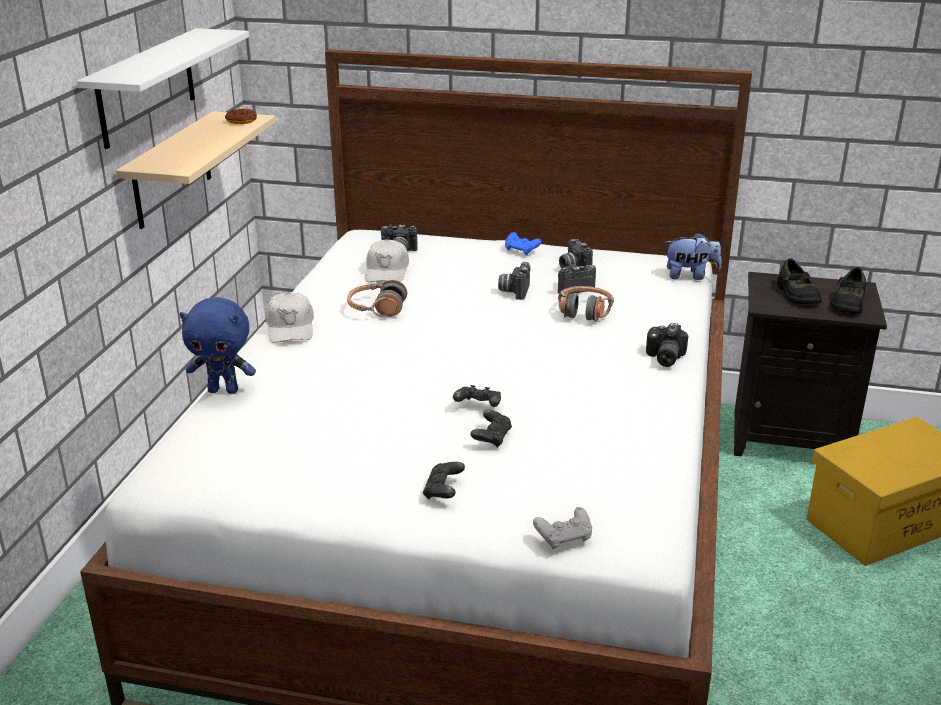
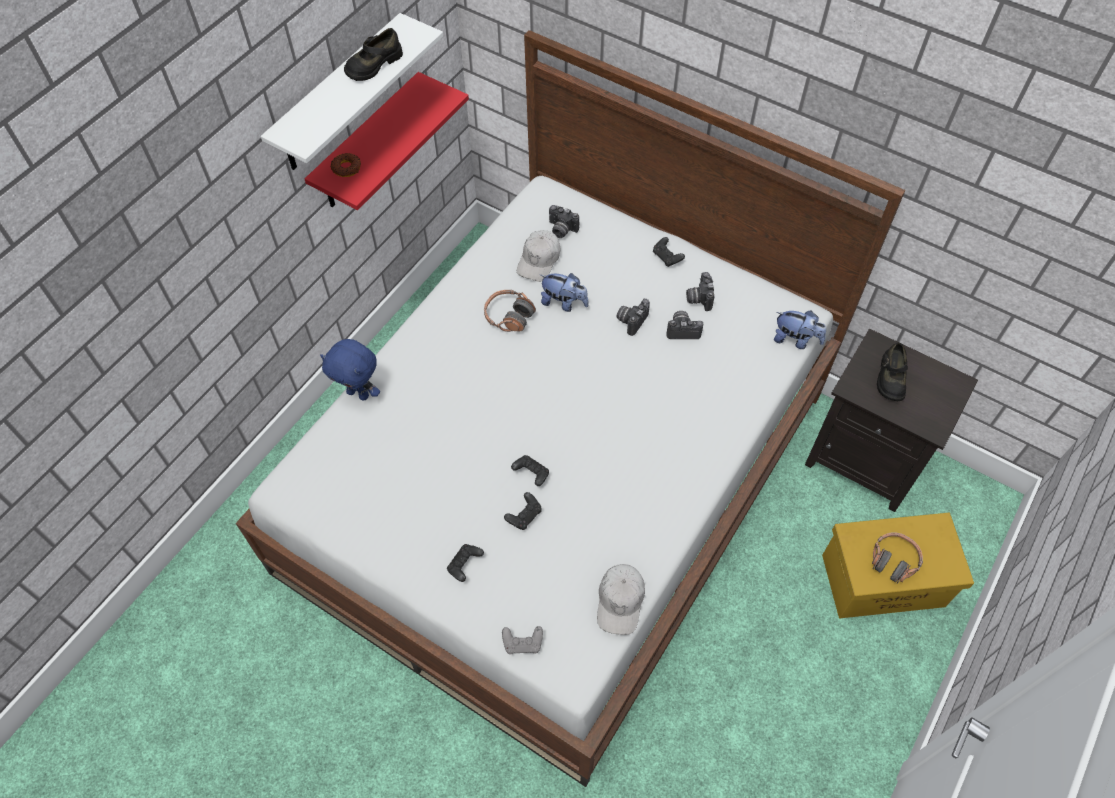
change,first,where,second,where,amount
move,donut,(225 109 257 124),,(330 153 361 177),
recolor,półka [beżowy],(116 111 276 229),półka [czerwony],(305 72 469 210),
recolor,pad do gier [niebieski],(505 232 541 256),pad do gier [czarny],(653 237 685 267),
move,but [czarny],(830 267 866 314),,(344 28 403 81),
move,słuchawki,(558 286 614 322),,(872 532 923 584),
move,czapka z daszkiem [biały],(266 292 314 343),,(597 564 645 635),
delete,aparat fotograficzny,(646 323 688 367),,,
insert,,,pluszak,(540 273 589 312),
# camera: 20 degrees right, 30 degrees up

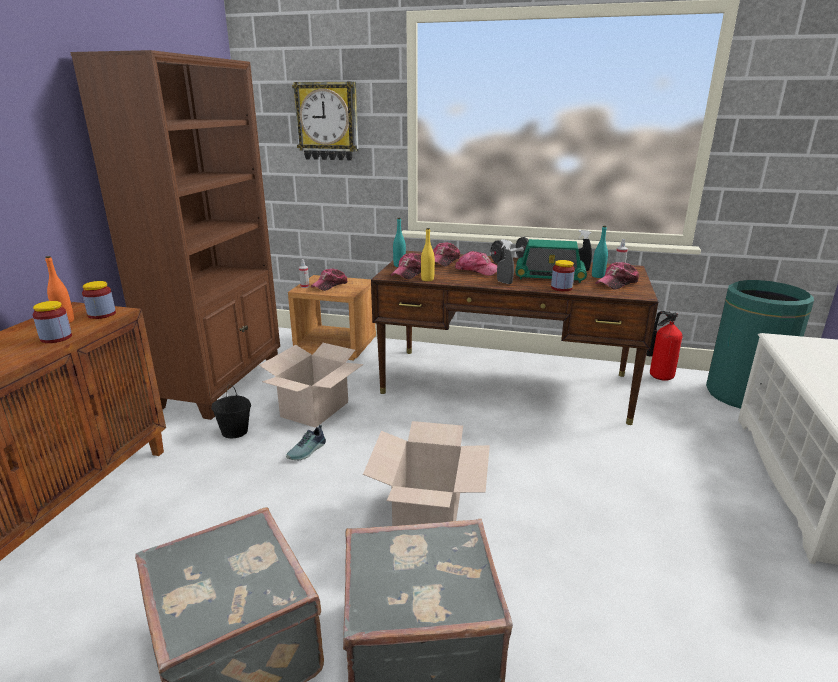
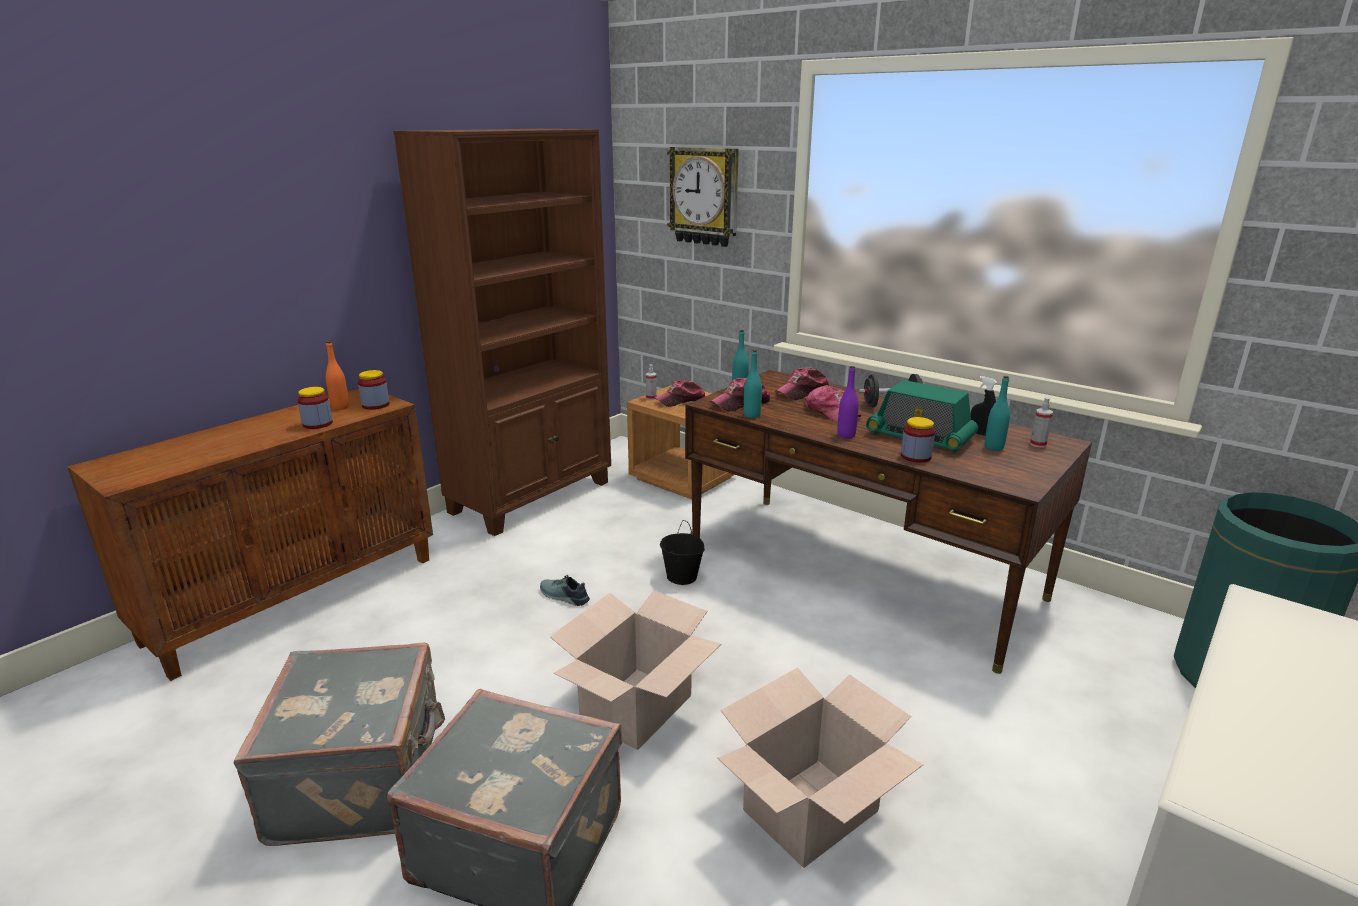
change,first,where,second,where,amount
recolor,butelka [żółty],(421 228 435 281),butelka [turkusowy],(744 350 762 418),
replace,spryskiwacz [szary],(497 239 514 284),butelka [fioletowy],(837 366 859 438),
delete,czapka z daszkiem,(595 262 639 290),,,
delete,gaśnica,(646 311 683 381),,,
move,karton,(259 343 364 428),,(717 667 923 868),
move,wiadro [czarny],(211 385 251 438),,(660 520 705 585),
rotate,but,(286 425 326 460),,(540 575 590 606),60 degrees clockwise
# camera: 25 degrees right, 0 degrees up

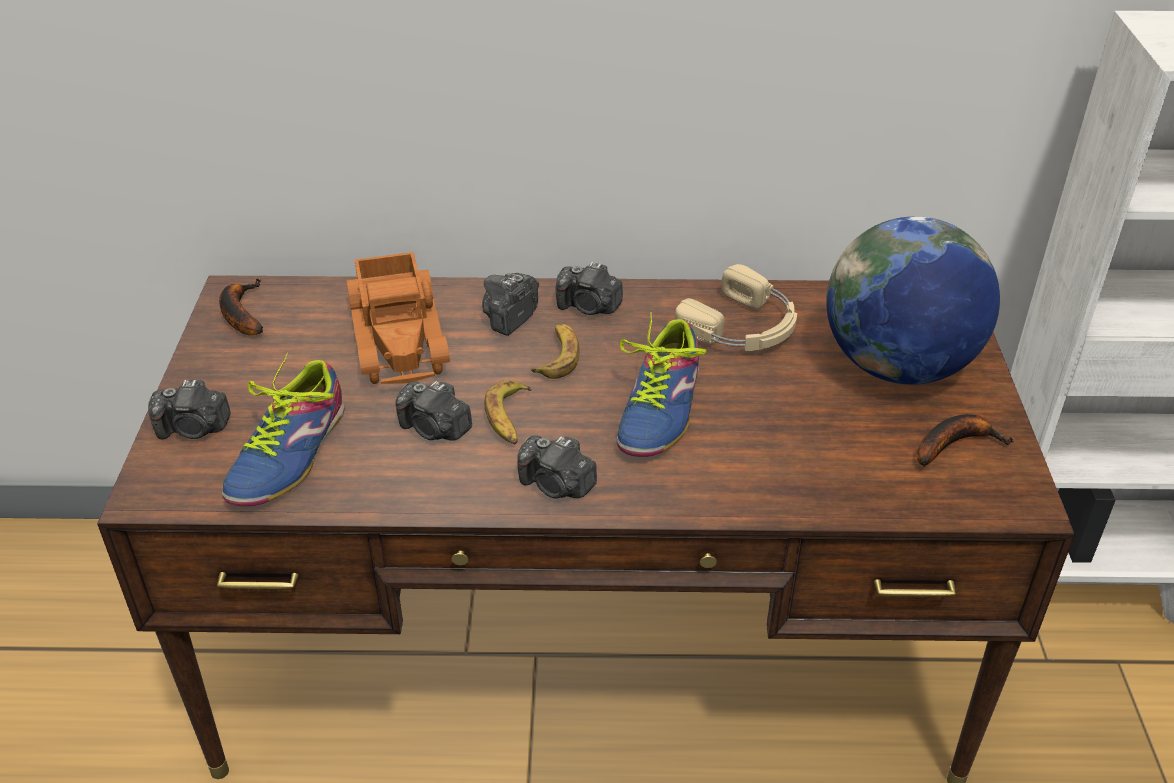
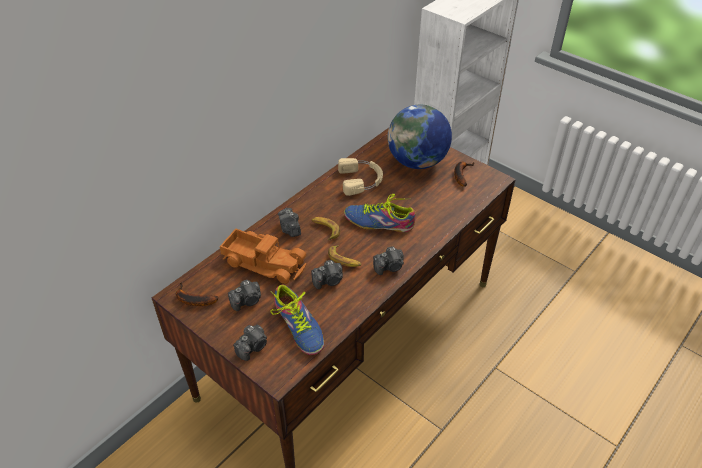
change,first,where,second,where,amount
move,aparat fotograficzny,(556 262 623 315),,(228 280 261 311),
rotate,but,(617 313 707 457),,(344 194 416 232),135 degrees clockwise
# camera: 50 degrees left, 5 degrees up

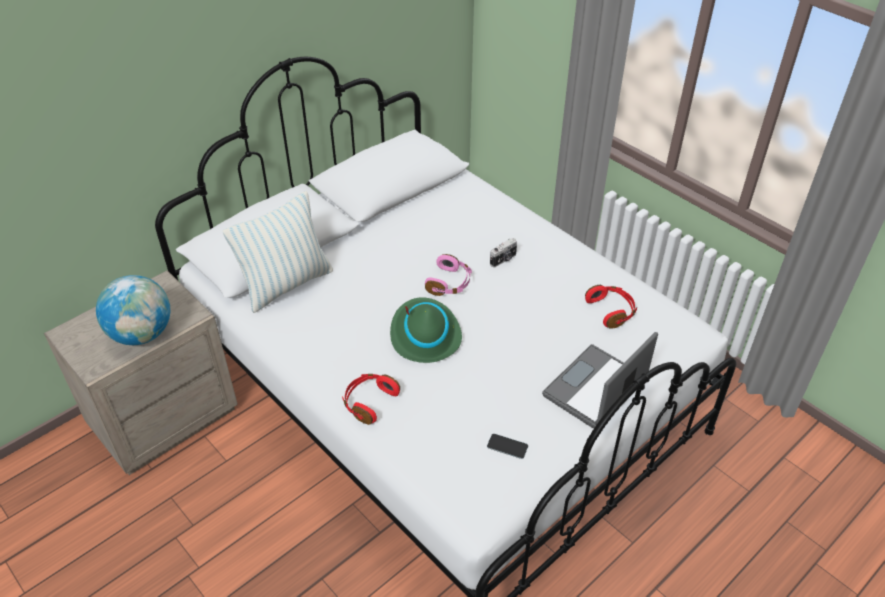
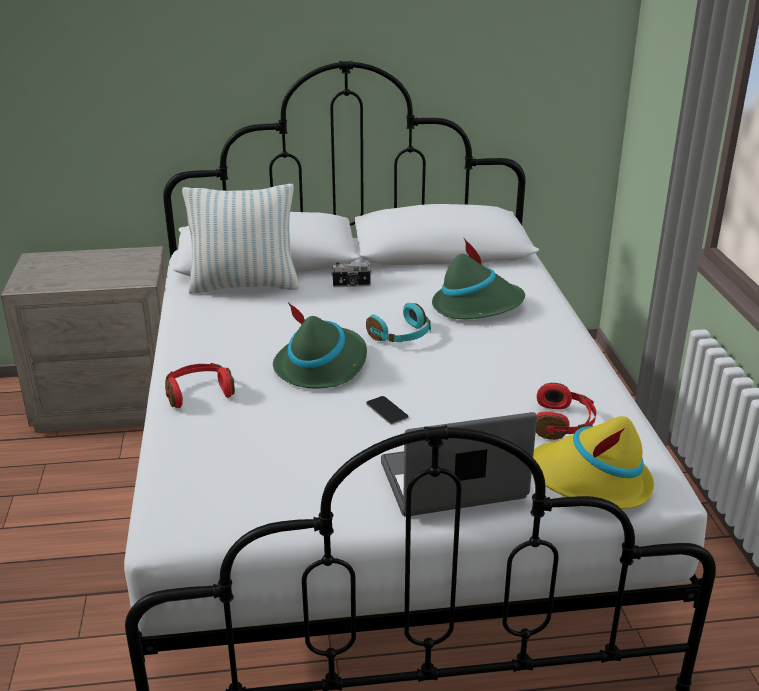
change,first,where,second,where,amount
move,aparat fotograficzny,(490 238 517 268),,(331 262 372 287),
recolor,słuchawki [różowy],(425 254 472 296),słuchawki [turkusowy],(366 303 431 342),
delete,globus,(96 275 170 345),,,
move,telefon,(487 434 528 459),,(366 396 409 424),
insert,,,kapelusz [zielony],(432 237 525 319),
insert,,,kapelusz [żółty],(533 416 654 509),
# camera: 35 degrees right, 15 degrees down

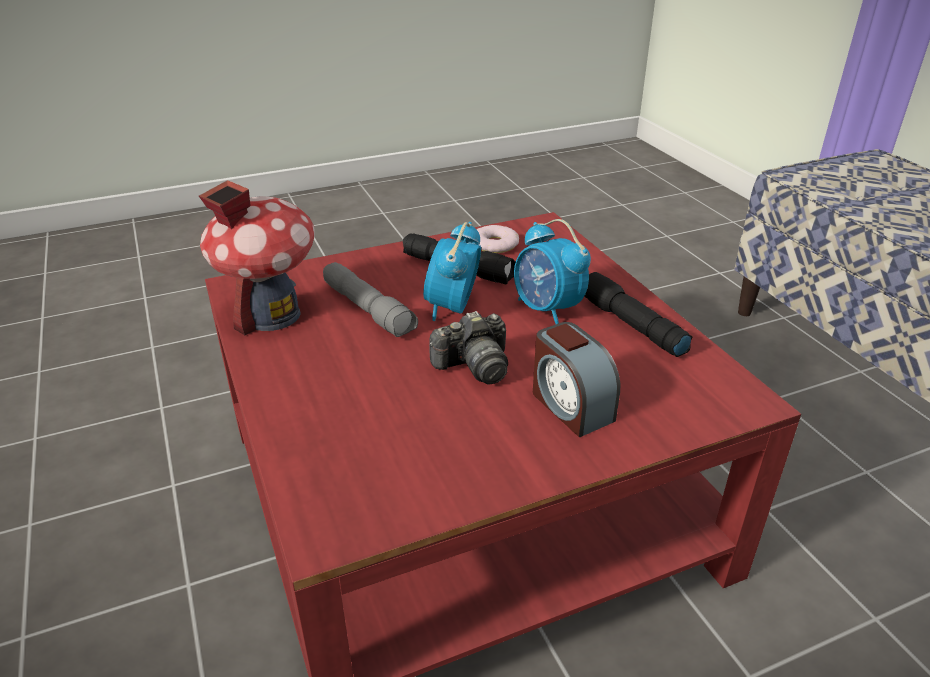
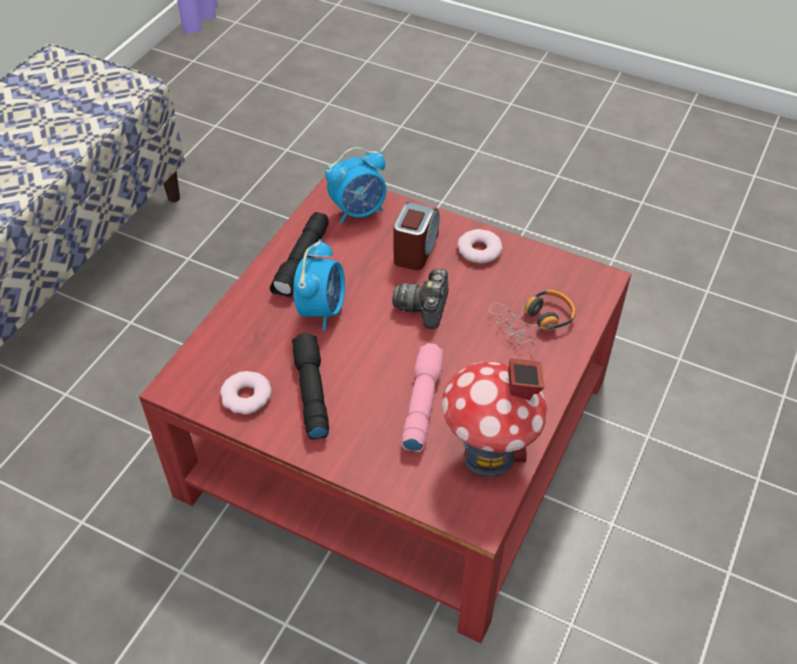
change,first,where,second,where,amount
move,budzik,(423 222 481 321),,(325 147 386 224),
recolor,latarka [szary],(323 262 418 337),latarka [różowy],(402 343 444 452),
rotate,aparat fotograficzny,(429 311 508 385),,(392 269 448 329),105 degrees counterclockwise
insert,,,donut,(457 229 503 264),
insert,,,słuchawki,(489 290 576 348),
# camera: 130 degrees left, 15 degrees up

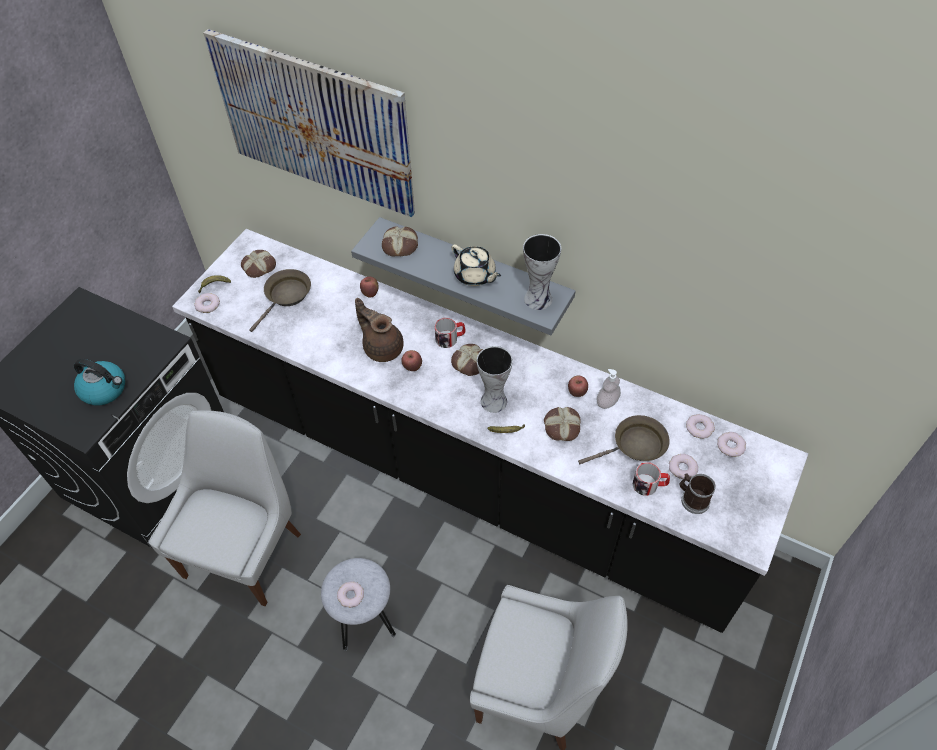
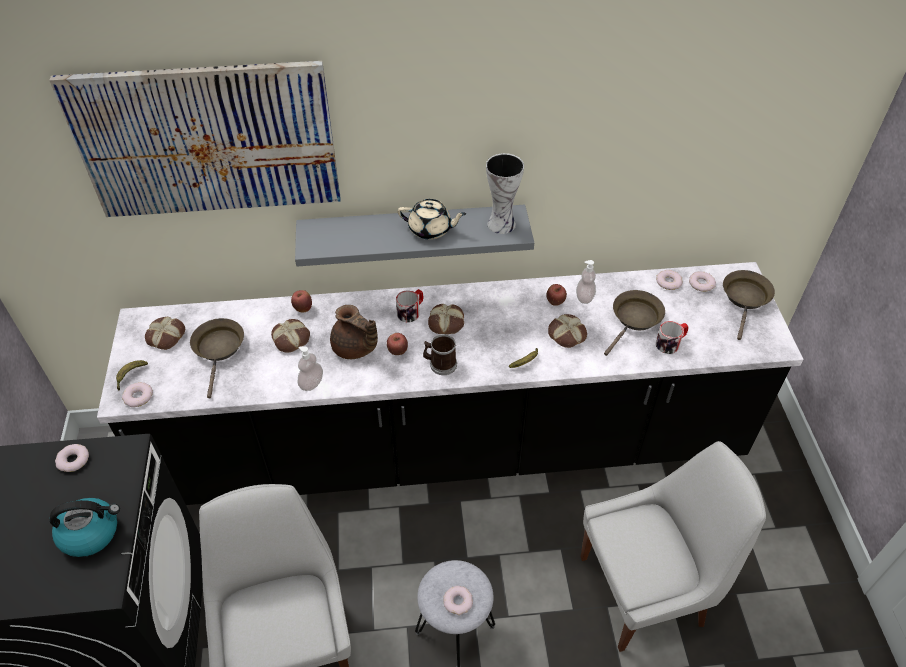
change,first,where,second,where,amount
move,chleb,(382 226 418 256),,(271 319 310 352),
rotate,imbryk [brązowy],(355 298 404 362),,(330 305 378 359),150 degrees counterclockwise
delete,wazon,(477 346 513 413),,,
move,donut,(669 454 698 479),,(55 444 89 472),
move,kubek,(679 473 716 514),,(423 334 457 375),
insert,,,patelnia [brązowy],(723 270 775 340),
insert,,,dozownik mydła,(298 346 323 391),
# camera: 35 degrees left, 5 degrees down

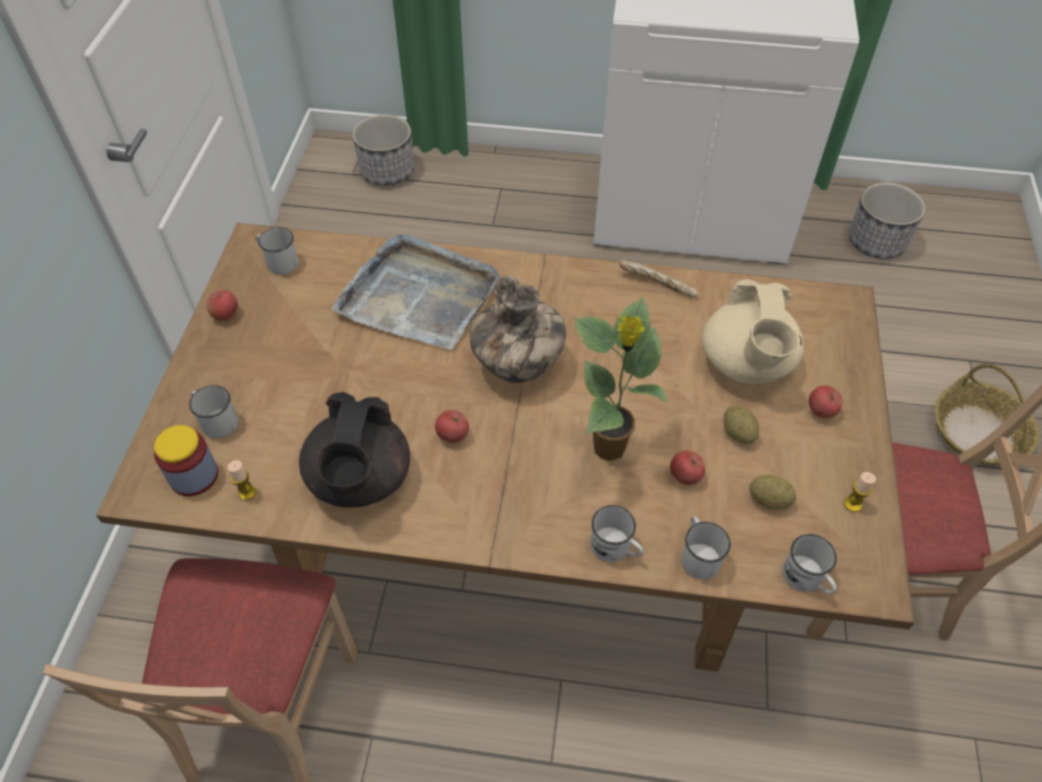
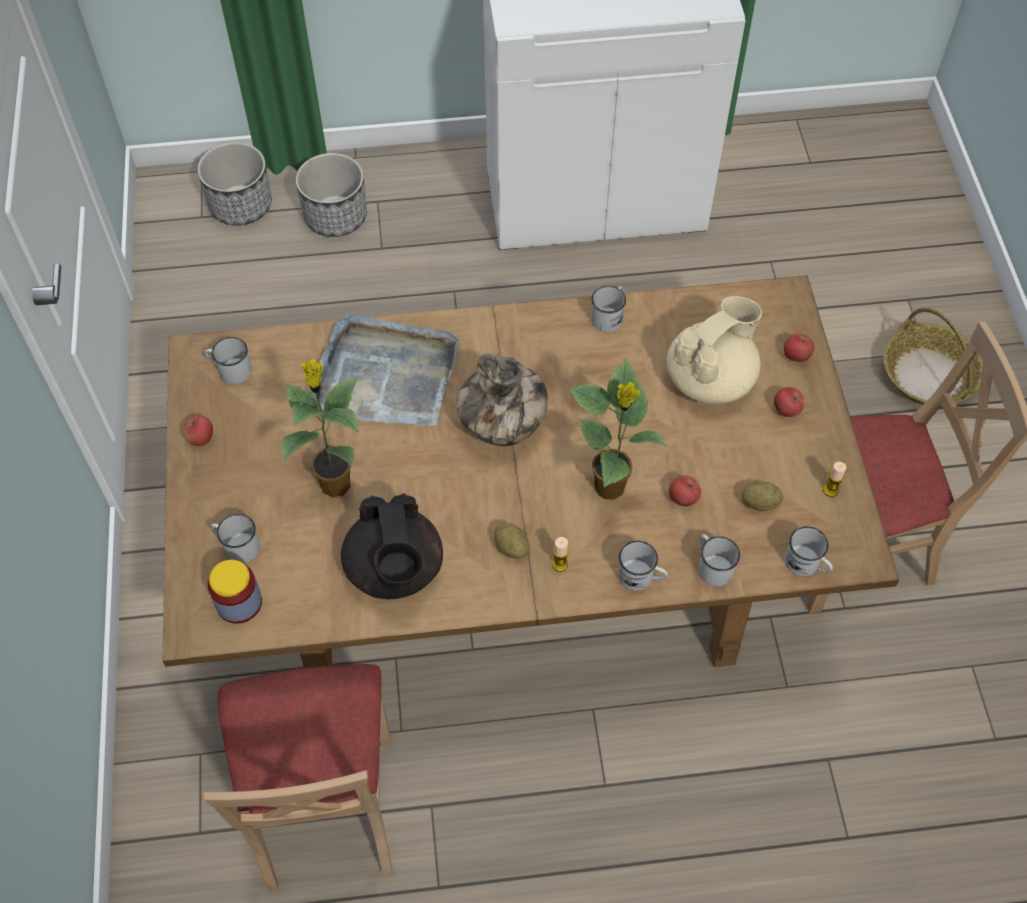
change,first,where,second,where,amount
move,donica,(849 183 926 259),,(296 153 367 237),
replace,chleb,(619 260 699 298),kubek [biały],(591 286 626 332),
rotate,imbryk [beżowy],(702 279 804 384),,(667 296 762 404),120 degrees counterclockwise
move,ziemniak,(724 406 759 444),,(494 523 529 559),
move,jabłko,(435 410 469 443),,(784 333 814 362),
move,świeca,(227 460 256 500),,(552 537 569 572),
insert,,,roślina doniczkowa,(281 359 359 497),
# camera: 15 degrees left, 5 degrees up

